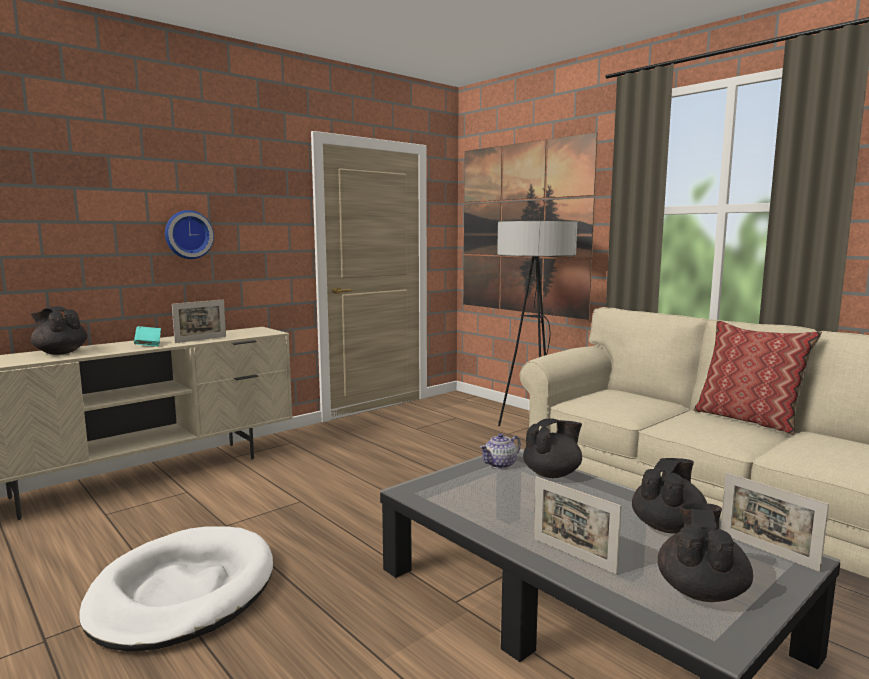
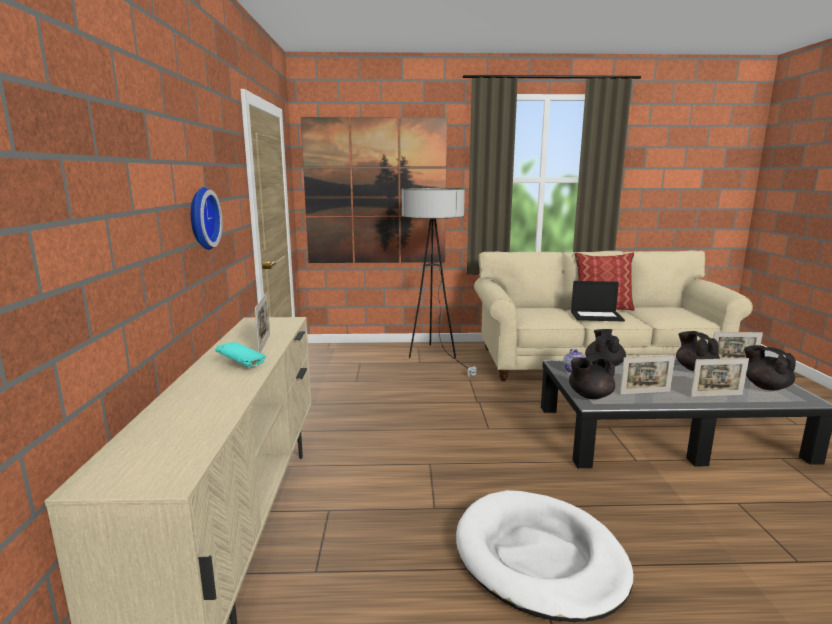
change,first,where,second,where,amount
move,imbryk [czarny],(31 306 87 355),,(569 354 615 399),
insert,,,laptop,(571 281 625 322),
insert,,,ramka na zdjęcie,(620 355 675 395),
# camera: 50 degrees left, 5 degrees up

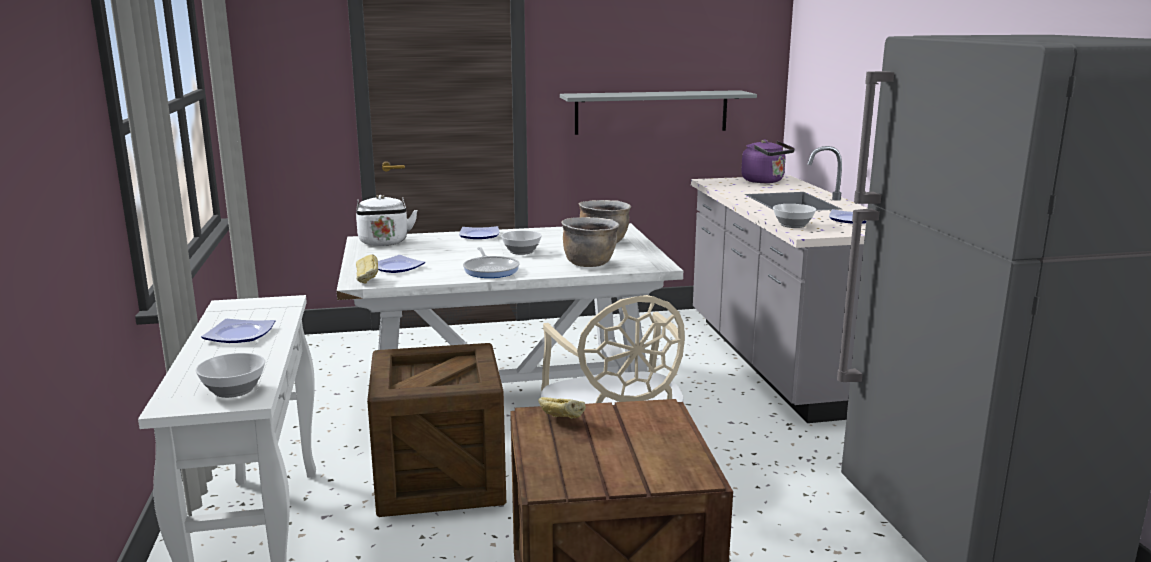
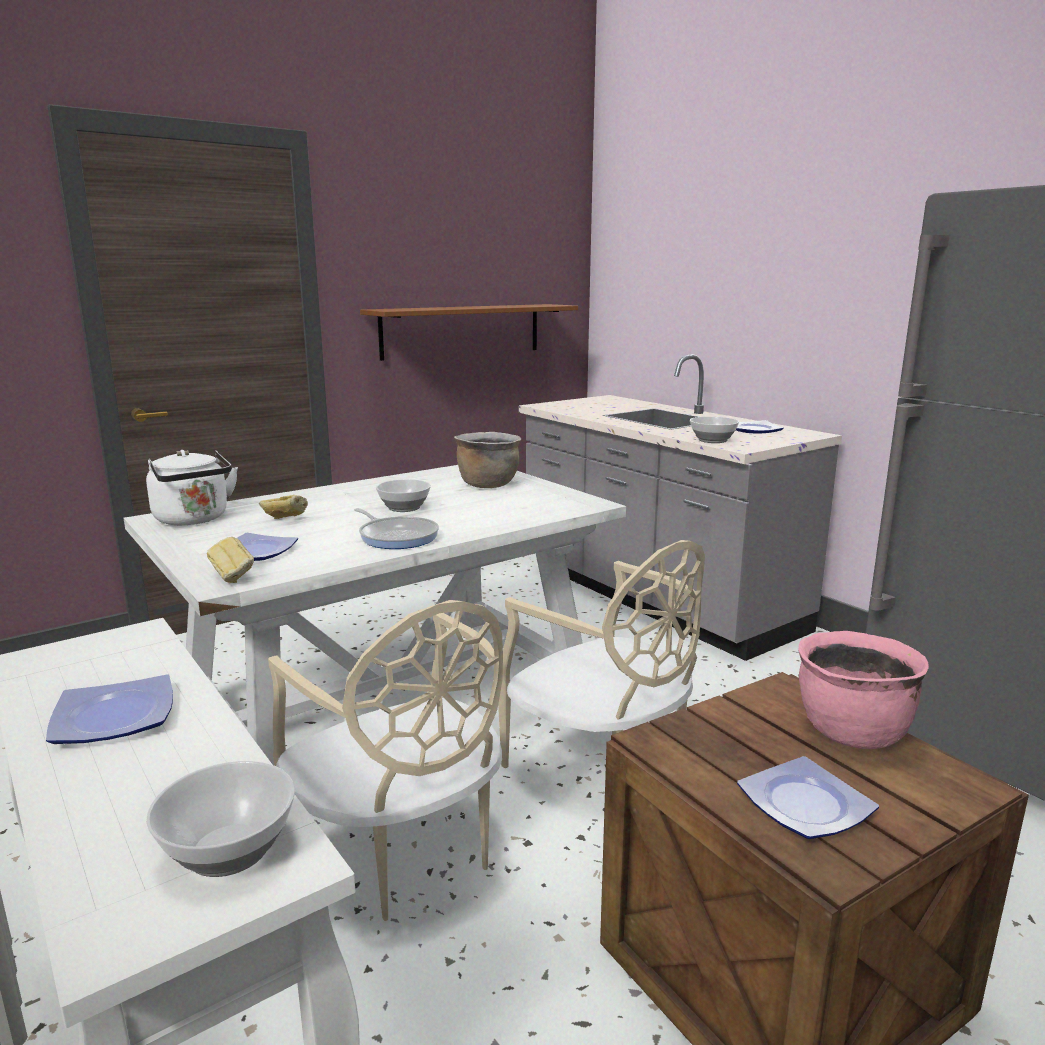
change,first,where,second,where,amount
recolor,półka [szary],(560 90 757 135),półka [brązowy],(360 304 578 361),
delete,czajnik [fioletowy],(741 140 795 183),,,
delete,garnek [brązowy],(561 217 619 267),,,
move,talerz,(459 226 499 239),,(737 756 879 839),
replace,skrzynka,(367 343 506 517),krzesło [beżowy],(268 600 503 921),
move,chleb,(538 397 586 419),,(259 495 308 519),
insert,,,garnek [różowy],(798 631 929 749),
# camera: 25 degrees left, 0 degrees up

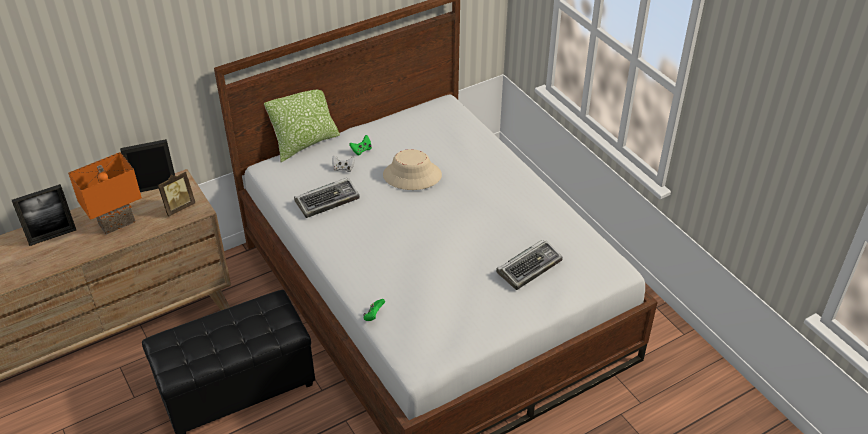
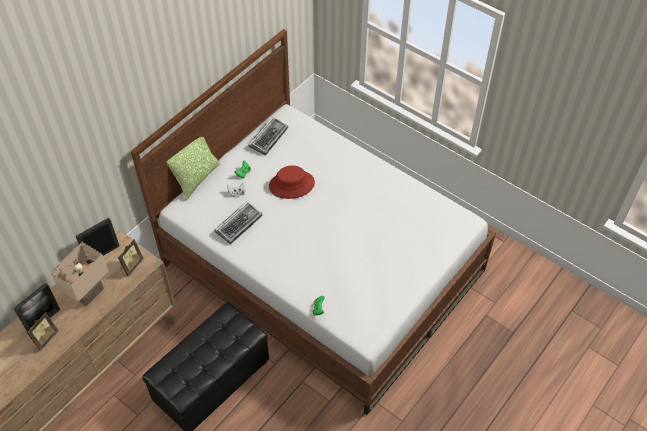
change,first,where,second,where,amount
recolor,kapelusz [beżowy],(383 149 442 190),kapelusz [czerwony],(269 165 315 199),
recolor,lampa stołowa [pomarańczowy],(68 152 142 235),lampa stołowa [beżowy],(51 242 108 307),
move,klawiatura,(496 240 563 290),,(248 117 288 155),
insert,,,ramka na zdjęcie,(27 312 58 351),
# camera: 20 degrees left, 10 degrees up

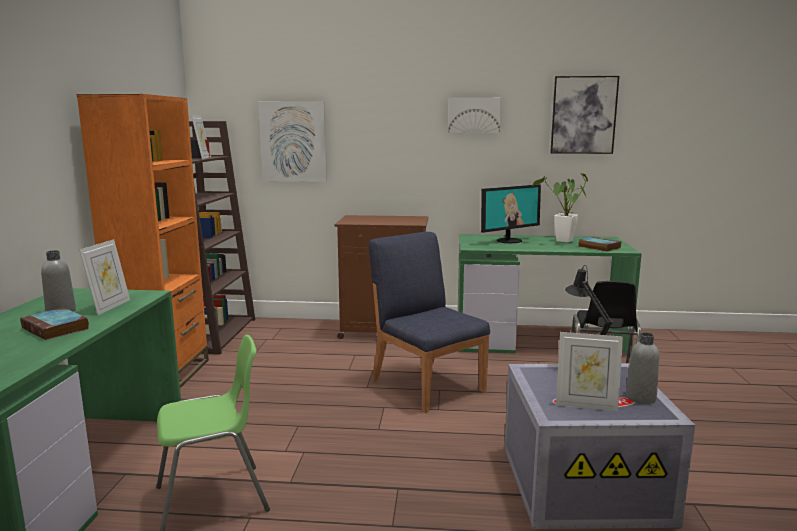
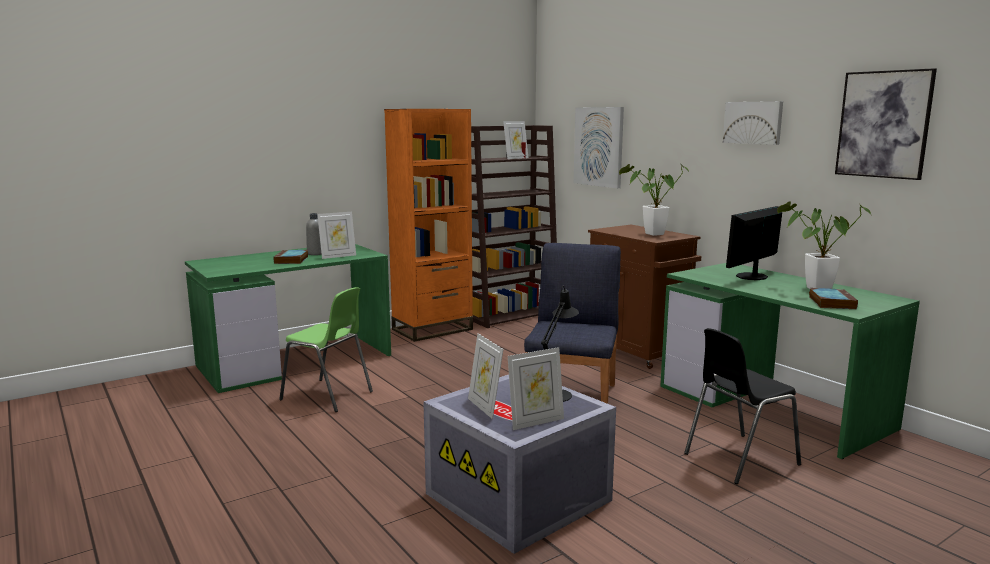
change,first,where,second,where,amount
rotate,monitor,(481 184 541 243),,(726 206 782 280),120 degrees clockwise
replace,butelka [szary],(626 333 660 404),ramka na zdjęcie,(508 347 564 430),
insert,,,roślina doniczkowa,(619 164 689 236),
# camera: 50 degrees right, 0 degrees up

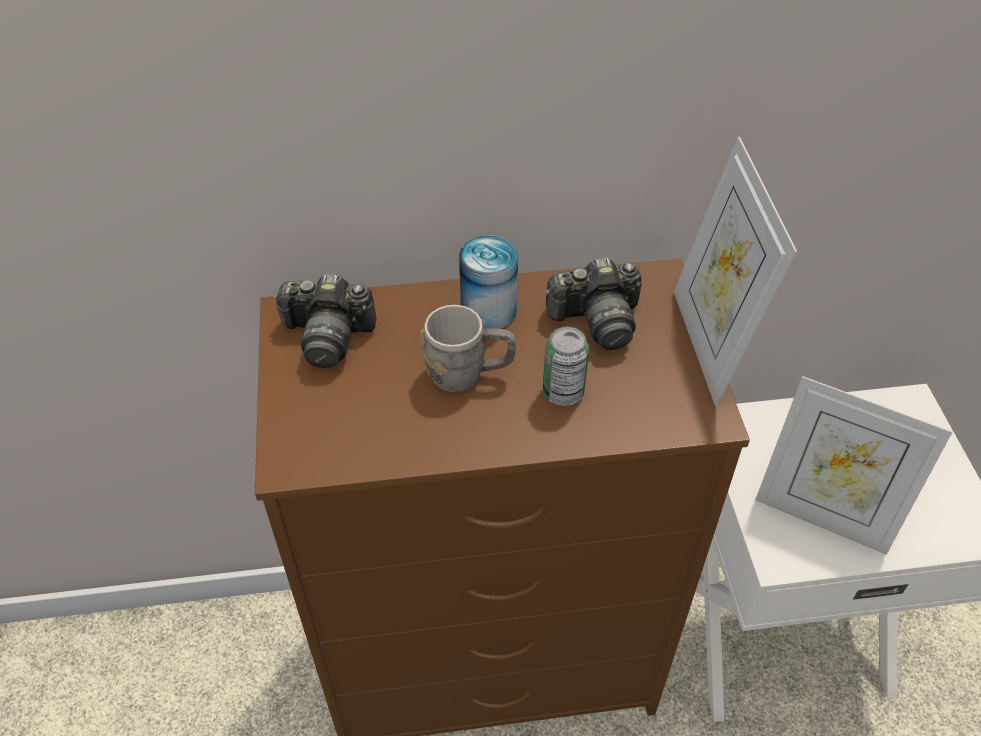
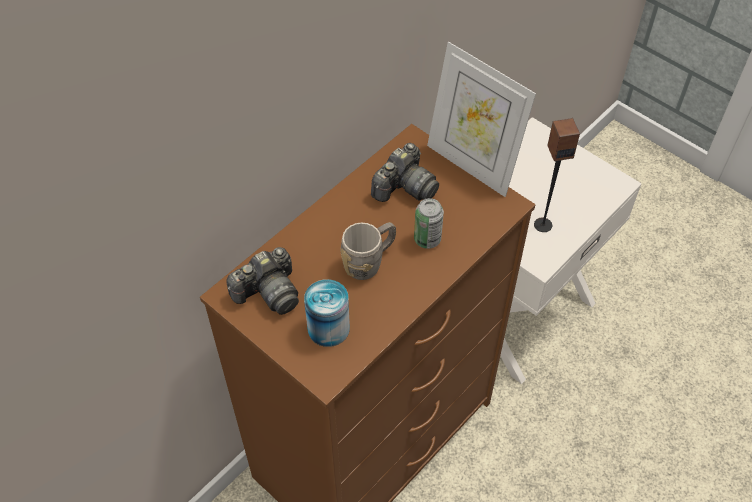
change,first,where,second,where,amount
move,puszka,(459 235 518 329),,(304 279 350 347),
replace,ramka na zdjęcie,(755 376 953 555),głośnik,(534 118 580 232),
# camera: 40 degrees left, 5 degrees up

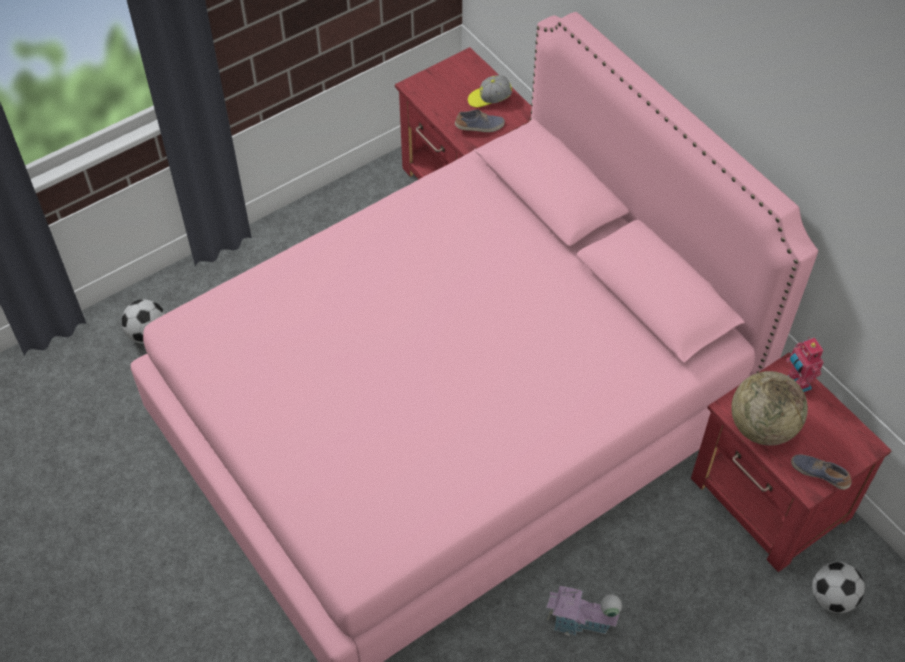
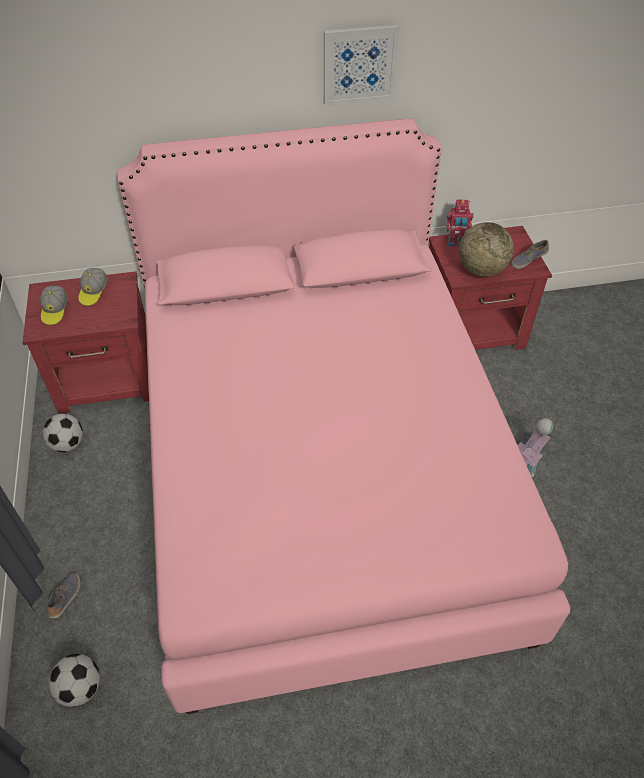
change,first,where,second,where,amount
move,but,(455 110 505 132),,(46 573 81 619),
move,piłka futbolowa,(812 562 865 613),,(42 413 83 452),
insert,,,obraz,(324 25 399 106),
insert,,,czapka z daszkiem,(40 286 68 325),
# camera: 65 degrees left, 5 degrees down

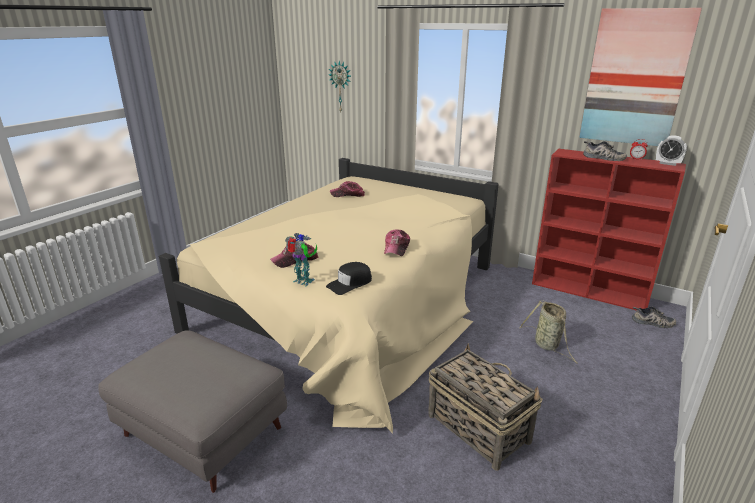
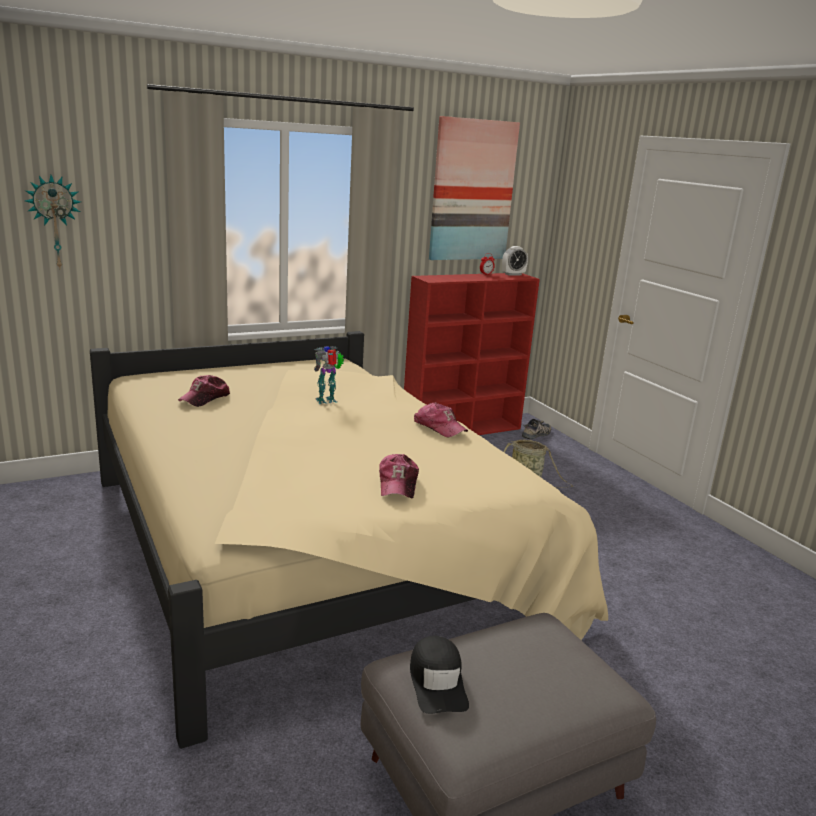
change,first,where,second,where,amount
delete,but,(583 141 627 161),,,
move,robot zabawkowy,(285 233 317 286),,(314 346 344 404),
move,czapka z daszkiem [czarny],(326 262 372 295),,(410 636 469 714),
delete,koszyk,(428 343 542 471),,,
# camera: 60 degrees left, 5 degrees down

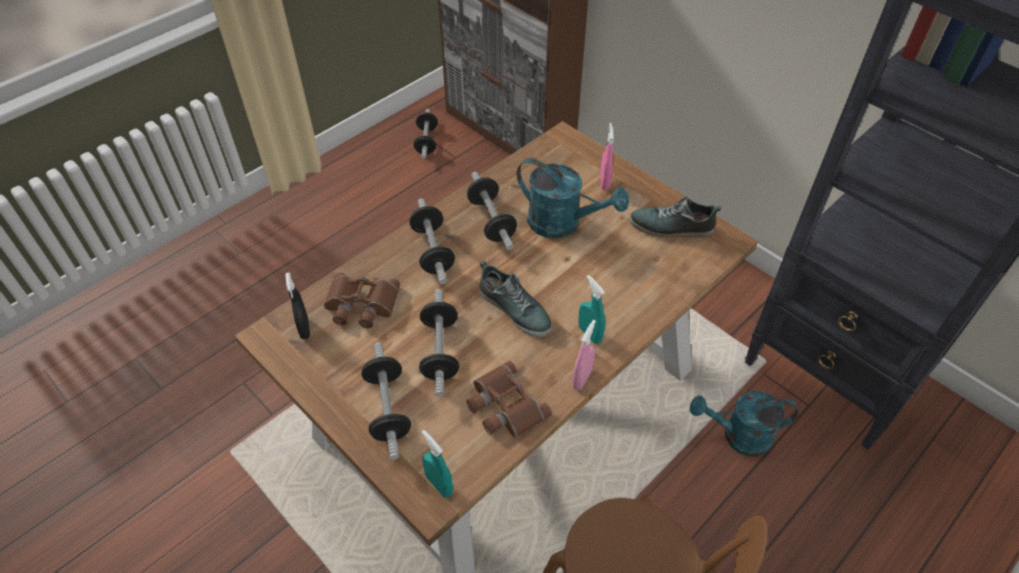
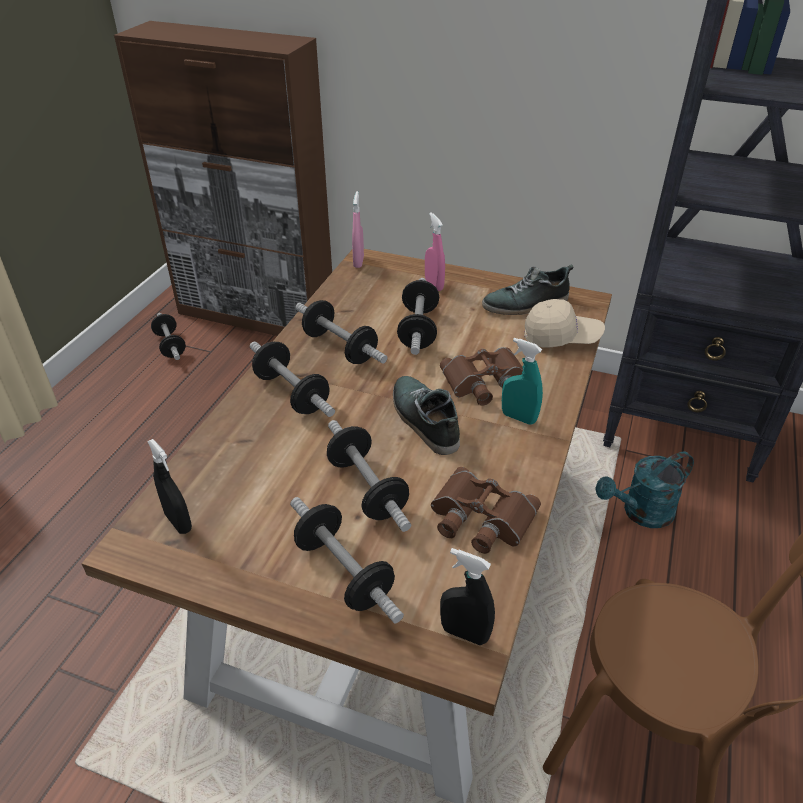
change,first,where,second,where,amount
replace,konewka [turkusowy],(517 158 629 239),hantel,(397 278 439 355),
rotate,but,(479 261 552 337),,(393 376 460 455),135 degrees counterclockwise
move,lornetka [brązowy],(324 272 400 328),,(440 347 523 405),
move,spryskiwacz [różowy],(572 320 596 390),,(352 191 364 268),
recolor,spryskiwacz [turkusowy],(422 430 453 498),spryskiwacz [czarny],(440 548 495 645),
insert,,,czapka z daszkiem [beżowy],(524 299 605 348),
# camera: 25 degrees left, 10 degrees down

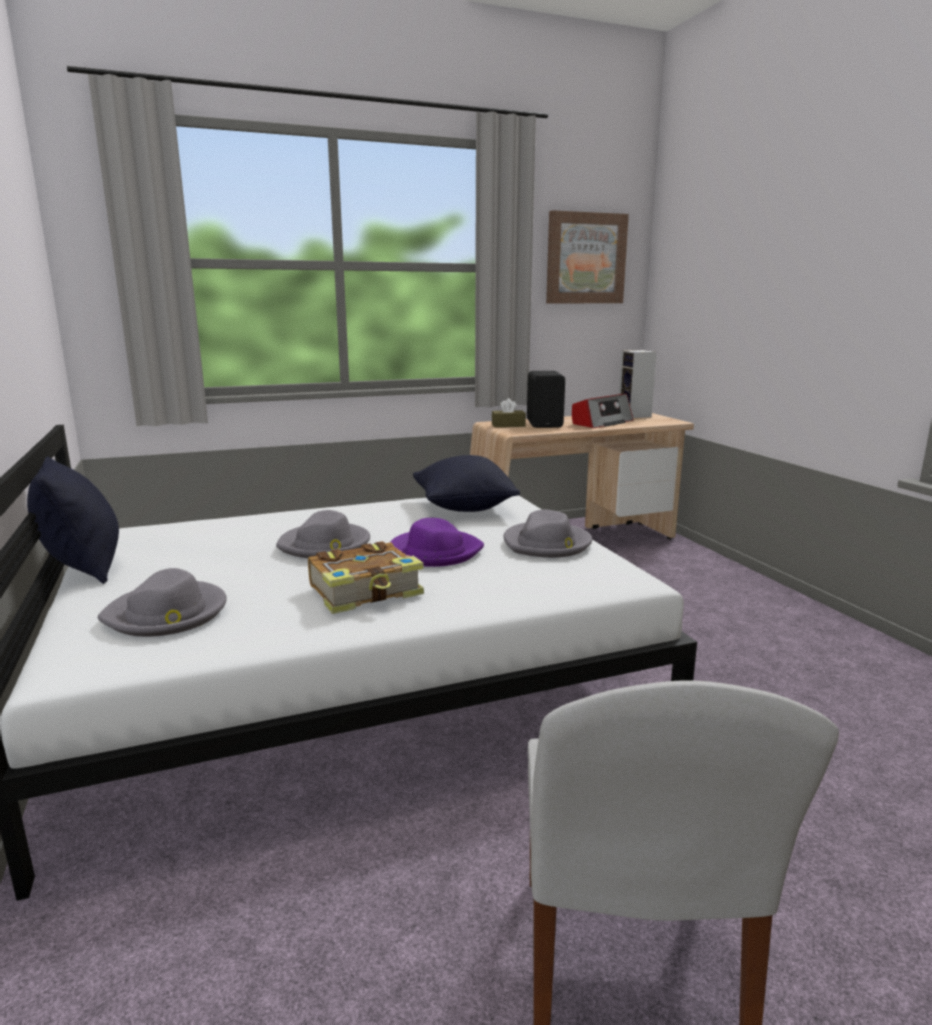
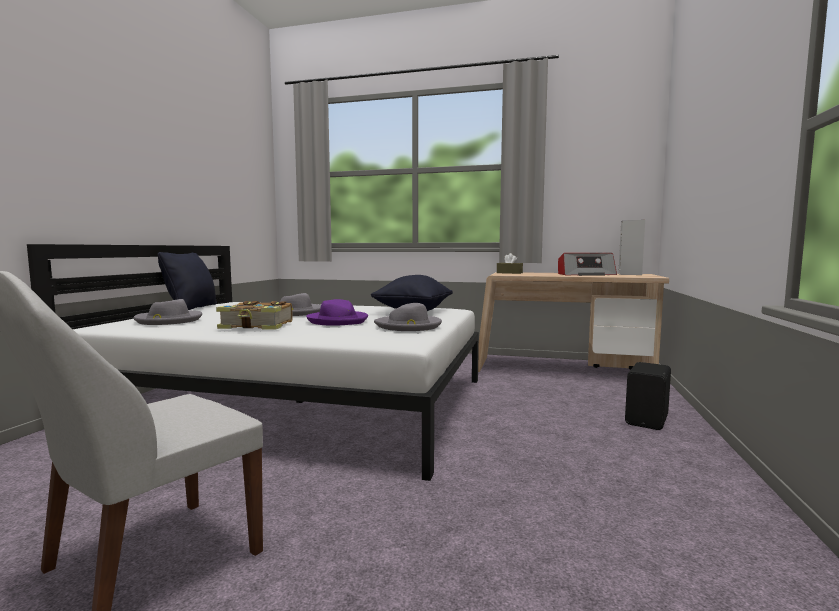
change,first,where,second,where,amount
delete,obraz,(546 210 629 303),,,
move,głośnik [czarny],(527 371 565 428),,(625 362 671 430),
# camera: 35 degrees right, 10 degrees down

